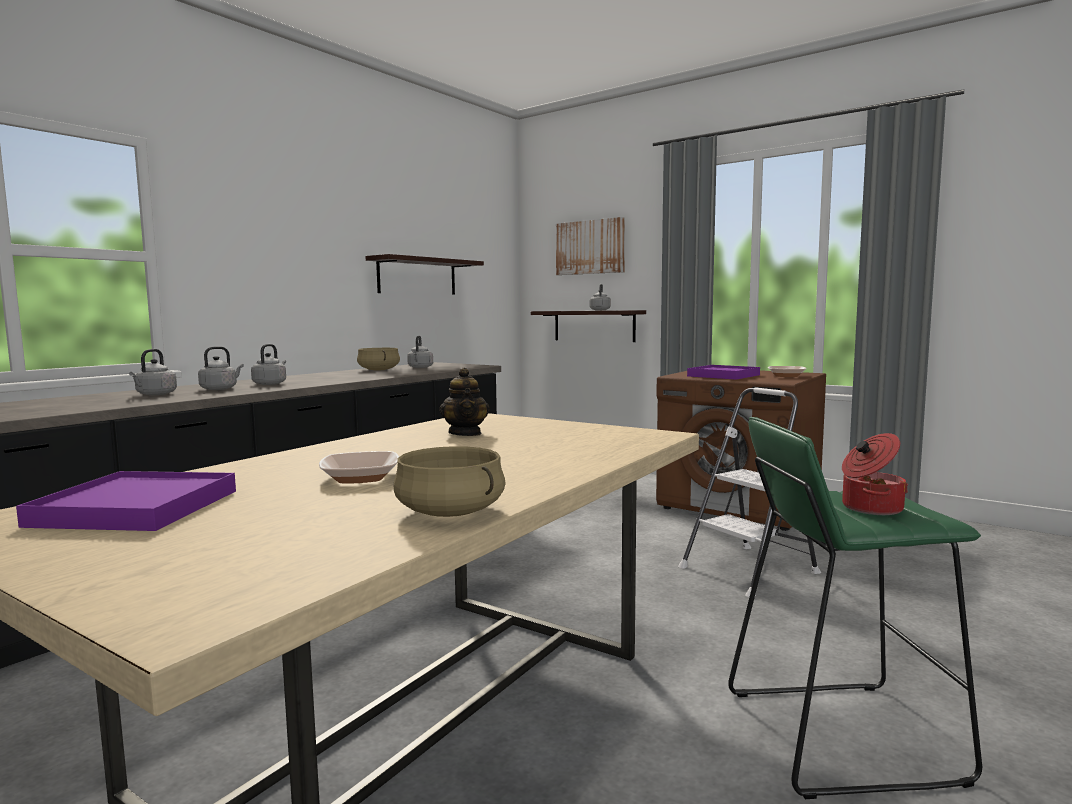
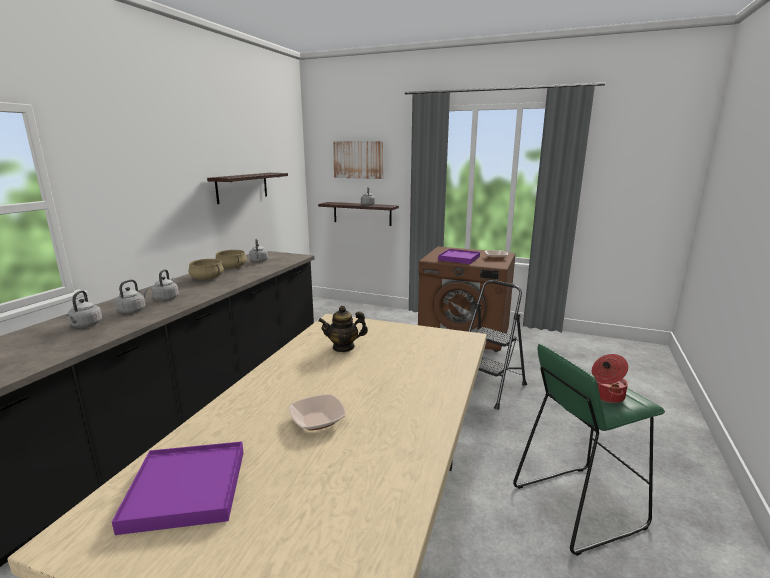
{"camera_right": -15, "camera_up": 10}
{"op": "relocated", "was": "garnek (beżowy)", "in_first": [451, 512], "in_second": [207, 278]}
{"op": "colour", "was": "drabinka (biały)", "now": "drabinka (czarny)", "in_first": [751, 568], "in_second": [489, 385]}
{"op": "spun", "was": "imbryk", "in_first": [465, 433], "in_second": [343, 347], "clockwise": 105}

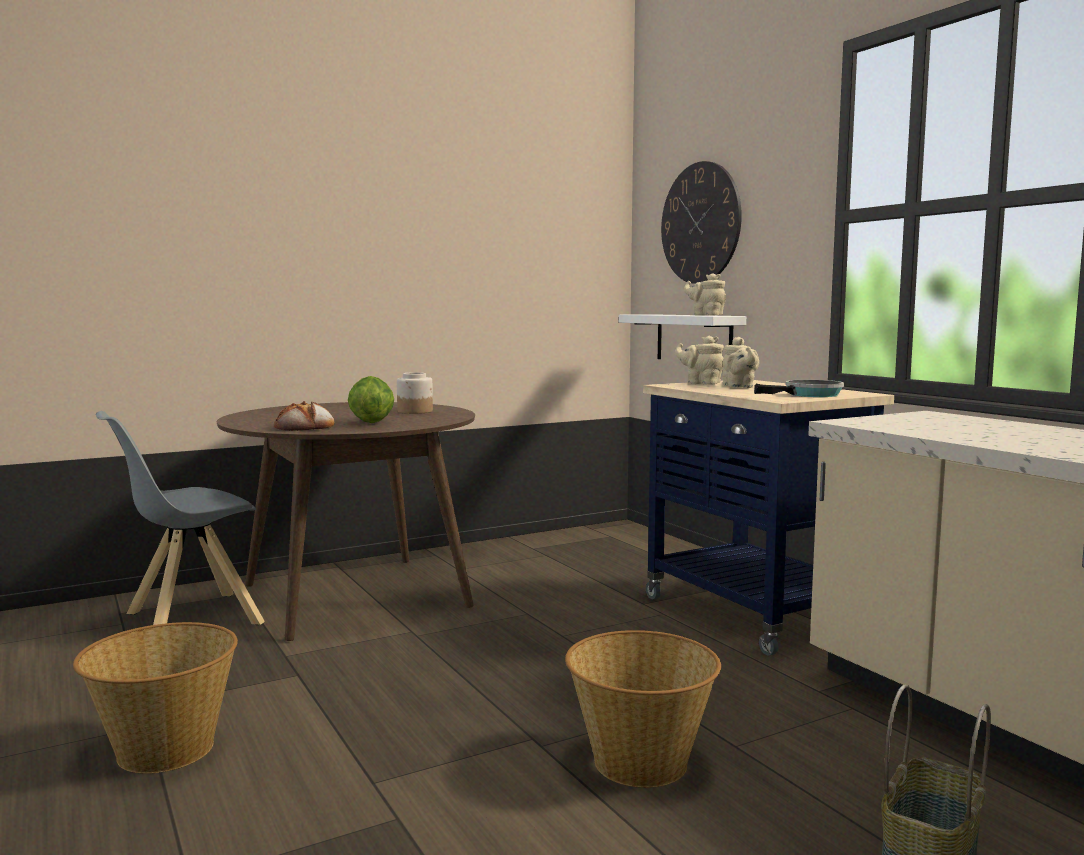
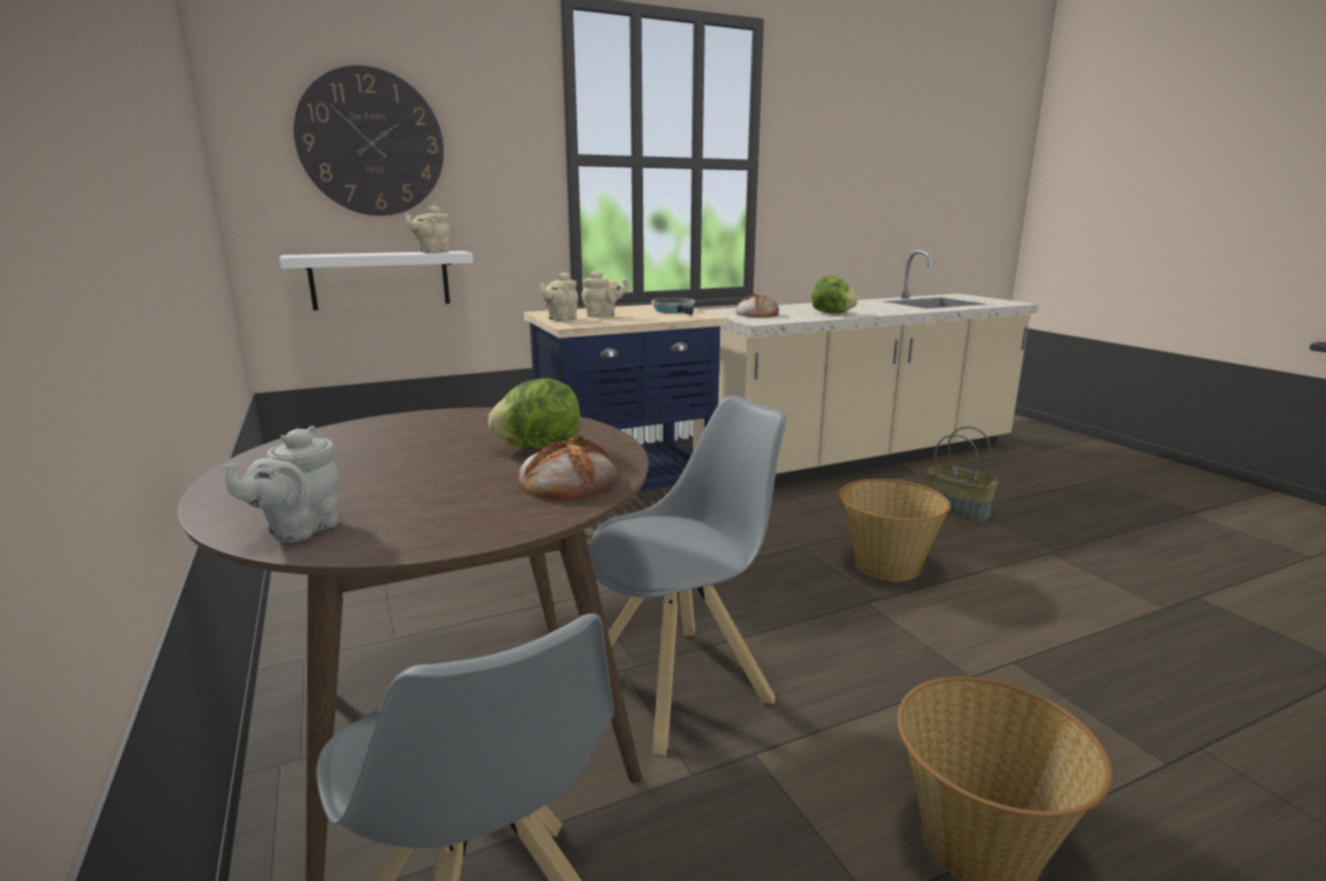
{"camera_right": -85, "camera_up": 10}
{"op": "missing", "was": "słoik", "in_first": [415, 411]}
{"op": "appeared", "now": "imbryk (szary)", "in_second": [299, 530]}
{"op": "appeared", "now": "krzesło (szary)", "in_second": [682, 683]}
{"op": "appeared", "now": "chleb", "in_second": [756, 314]}
{"op": "appeared", "now": "sałata", "in_second": [832, 313]}

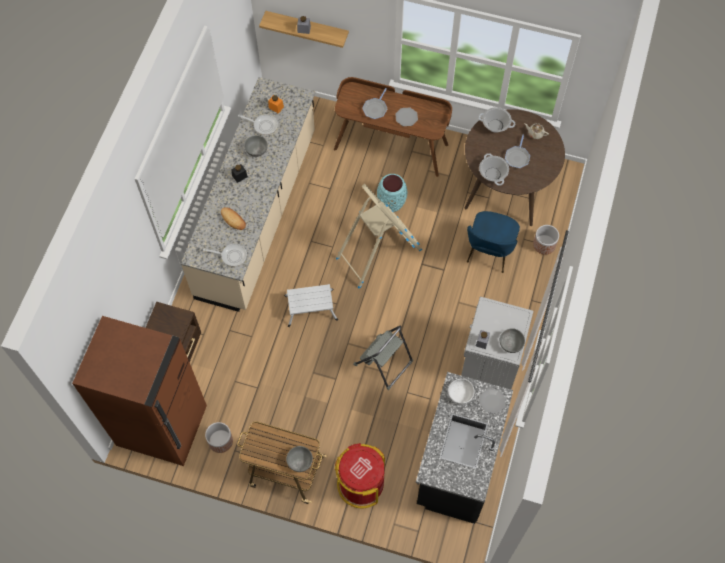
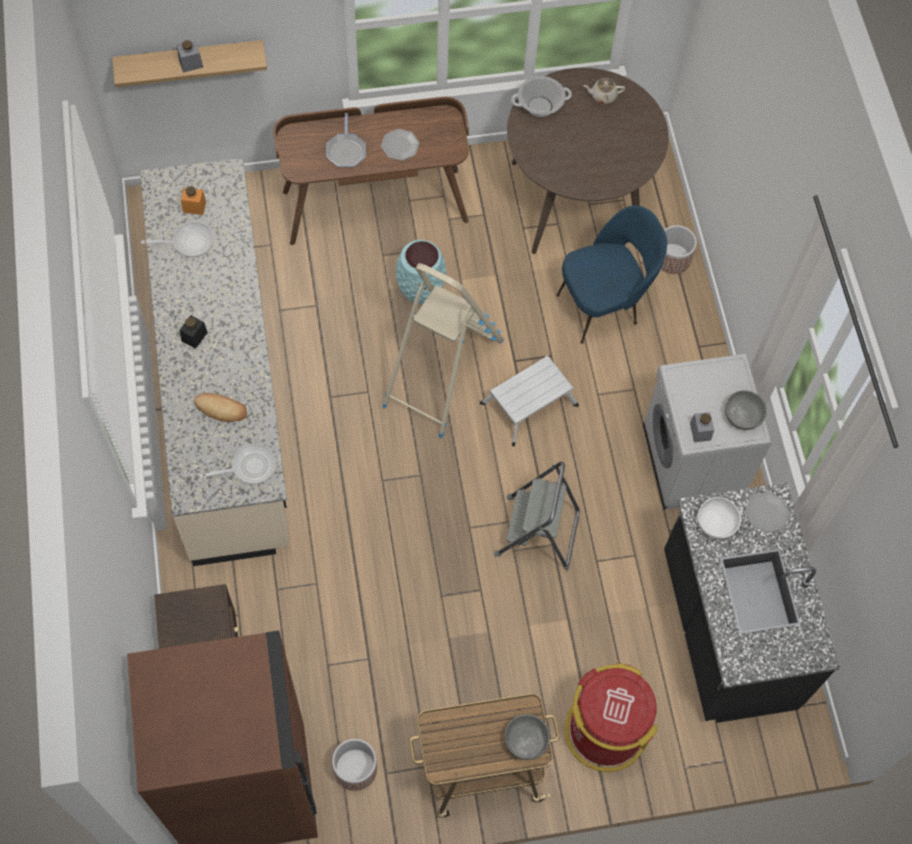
{"camera_right": -30, "camera_up": 0}
{"op": "missing", "was": "miska (szary)", "in_first": [256, 149]}
{"op": "missing", "was": "garnek", "in_first": [493, 174]}
{"op": "missing", "was": "patelnia", "in_first": [517, 157]}
{"op": "relocated", "was": "drabinka (biały)", "in_first": [310, 307], "in_second": [528, 404]}
{"op": "spun", "was": "krzesło (niebieski)", "in_first": [488, 255], "in_second": [603, 307], "clockwise": -105}

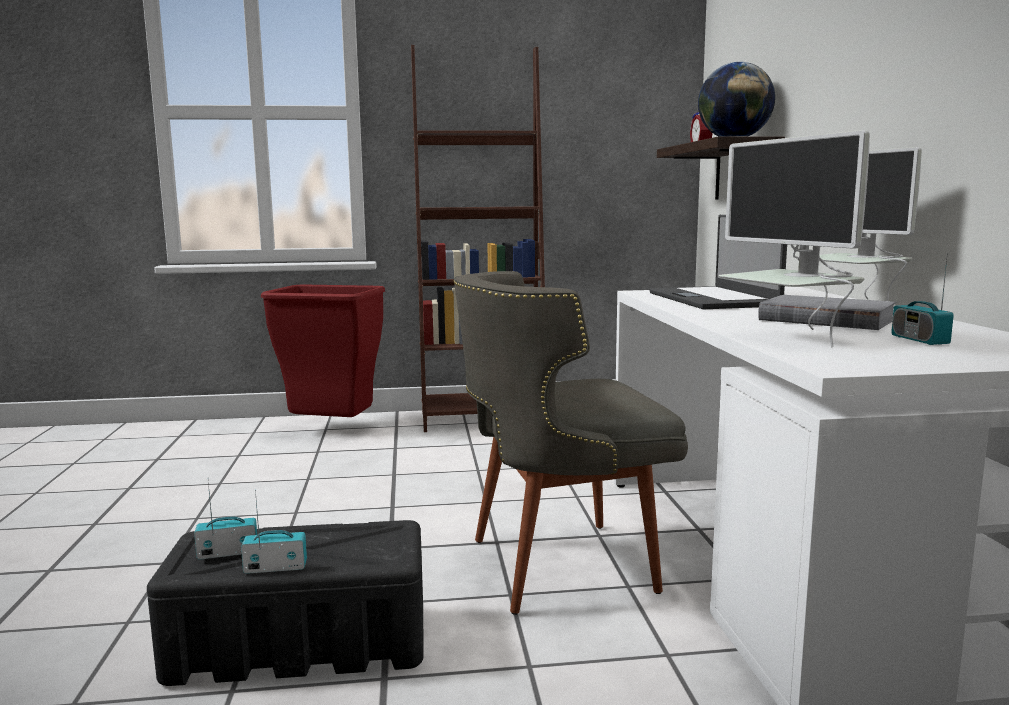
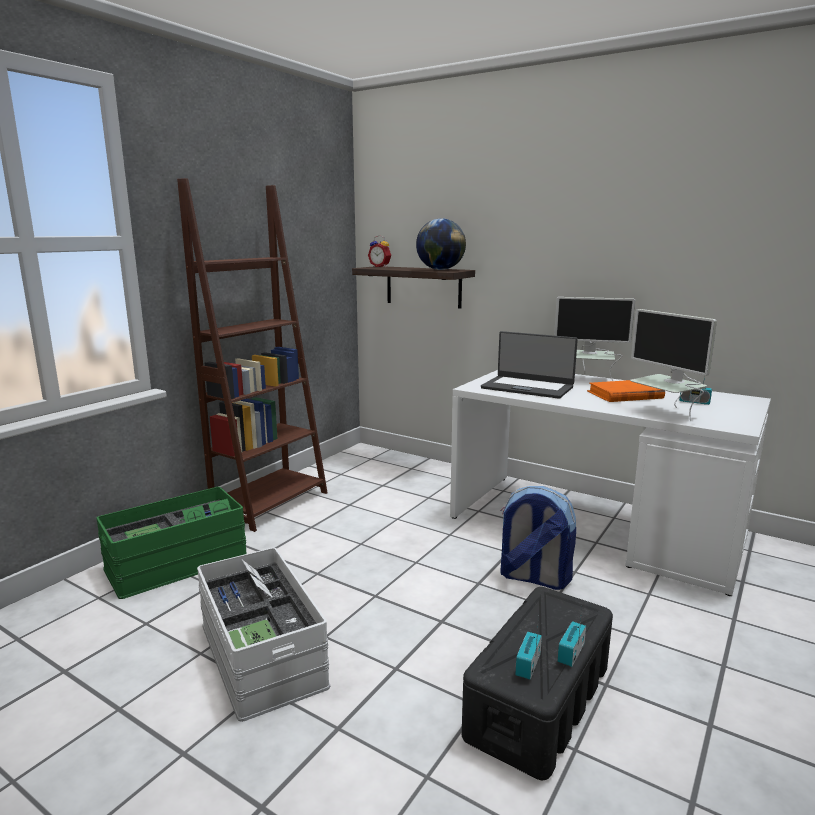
{"camera_right": -50, "camera_up": 5}
{"op": "appeared", "now": "pojemnik do przechowywania (biały)", "in_second": [260, 654]}
{"op": "exchanged", "was": "kosz na śmieci (czerwony)", "now": "pojemnik do przechowywania (zielony)", "in_first": [334, 431], "in_second": [177, 562]}
{"op": "exchanged", "was": "krzesło (szary)", "now": "plecak", "in_first": [563, 566], "in_second": [533, 577]}
{"op": "colour", "was": "książka (szary)", "now": "książka (pomarańczowy)", "in_first": [825, 320], "in_second": [624, 395]}
{"op": "spun", "was": "monitor", "in_first": [788, 338], "in_second": [665, 413], "clockwise": 45}

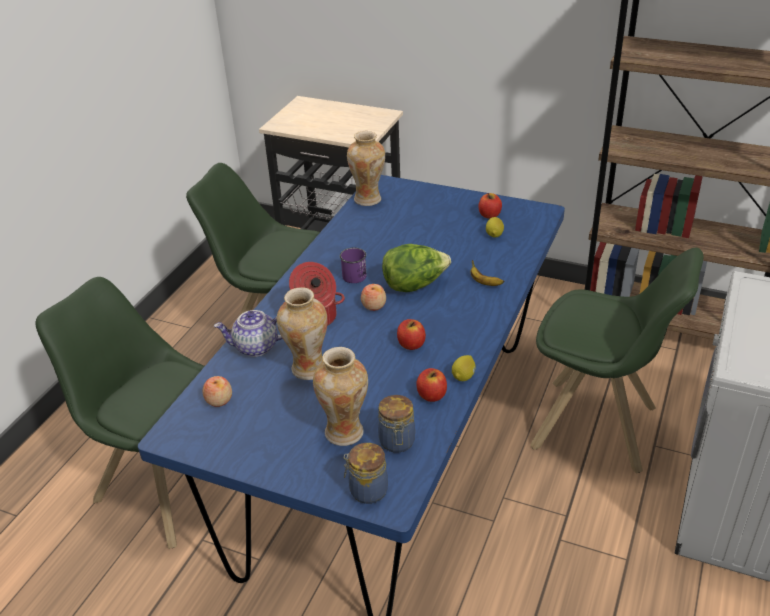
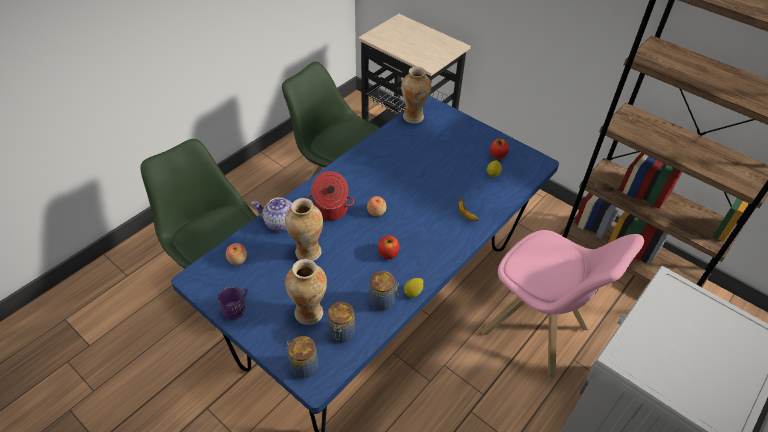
{"camera_right": 15, "camera_up": 10}
{"op": "missing", "was": "sałata", "in_first": [414, 285]}
{"op": "relocated", "was": "kubek (fioletowy)", "in_first": [356, 274], "in_second": [237, 308]}
{"op": "exchanged", "was": "jabłko", "now": "słoik", "in_first": [431, 395], "in_second": [383, 301]}
{"op": "colour", "was": "krzesło (zielony)", "now": "krzesło (różowy)", "in_first": [595, 426], "in_second": [536, 330]}

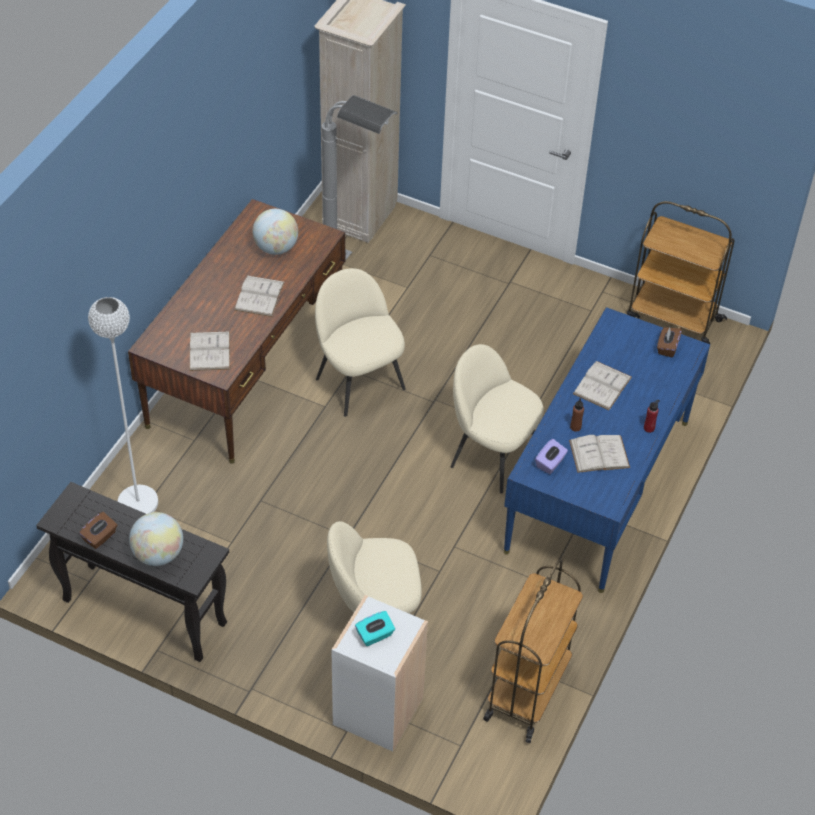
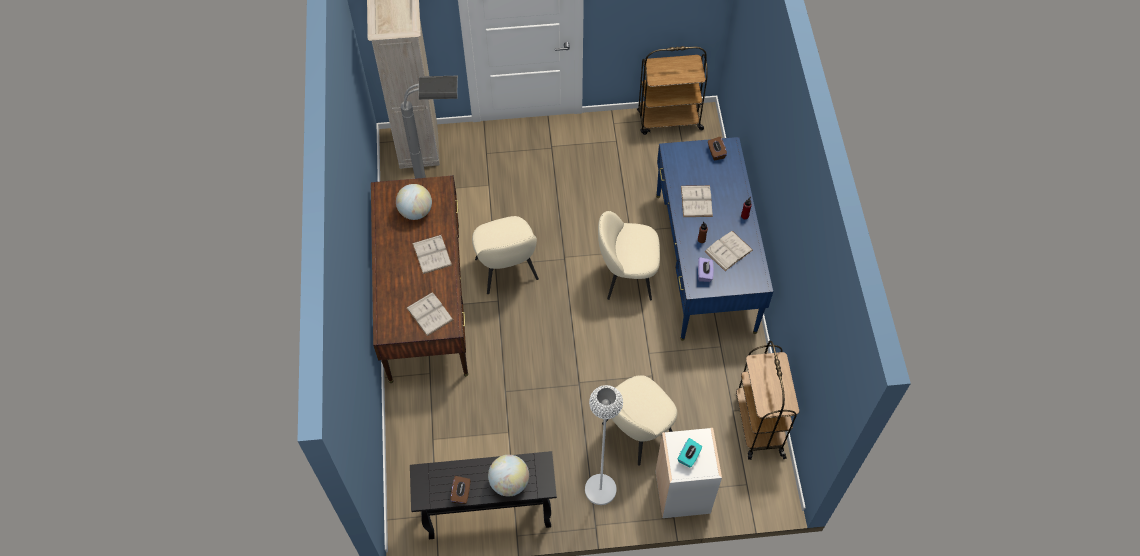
{"camera_right": -30, "camera_up": 10}
{"op": "relocated", "was": "lampa stojąca (biały)", "in_first": [138, 503], "in_second": [600, 490]}
{"op": "spun", "was": "krzesło (beżowy)", "in_first": [359, 382], "in_second": [507, 271], "clockwise": -135}

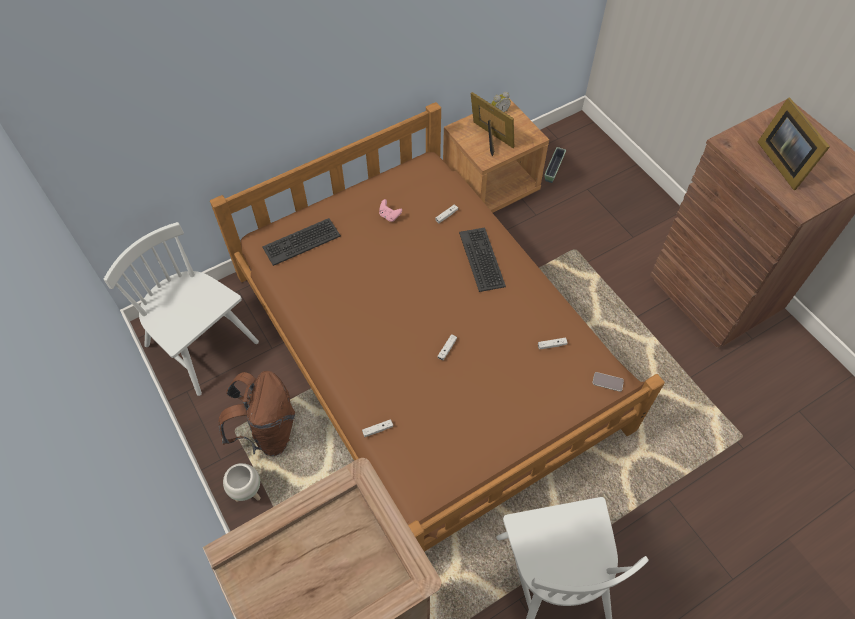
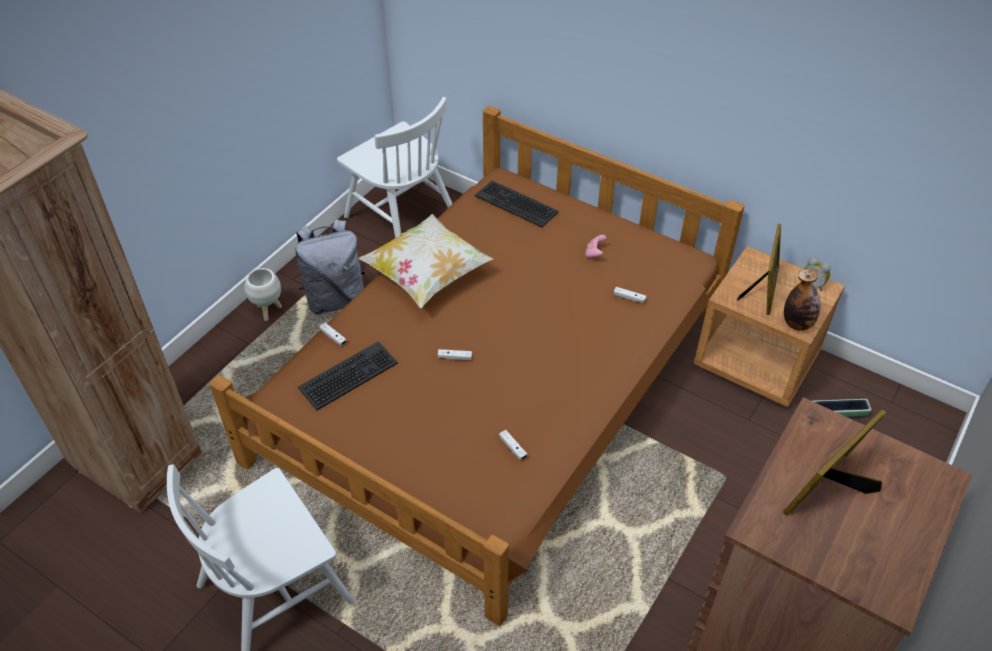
{"camera_right": 65, "camera_up": -10}
{"op": "missing", "was": "telefon", "in_first": [607, 382]}
{"op": "appeared", "now": "poduszka", "in_second": [427, 276]}
{"op": "appeared", "now": "butelka", "in_second": [797, 323]}
{"op": "relocated", "was": "klawiatura", "in_first": [482, 259], "in_second": [349, 376]}
{"op": "colour", "was": "plecak (brązowy)", "now": "plecak (szary)", "in_first": [268, 432], "in_second": [335, 299]}
{"op": "spun", "was": "krzesło (biały)", "in_first": [202, 344], "in_second": [401, 218], "clockwise": 120}

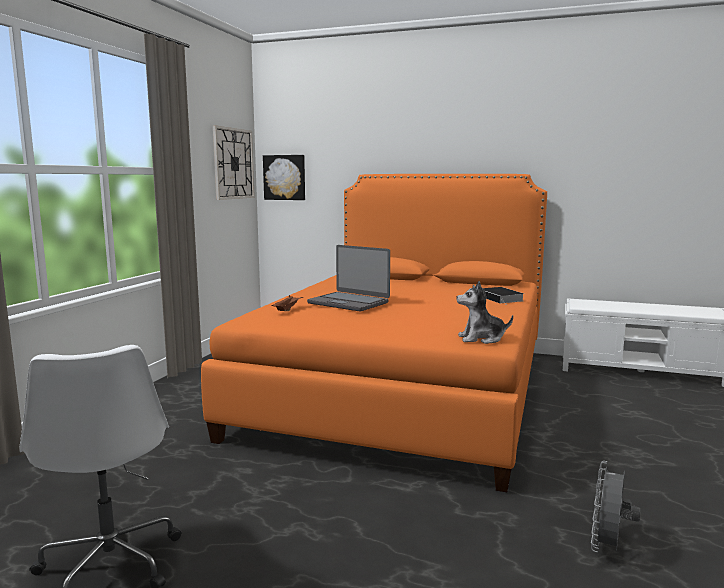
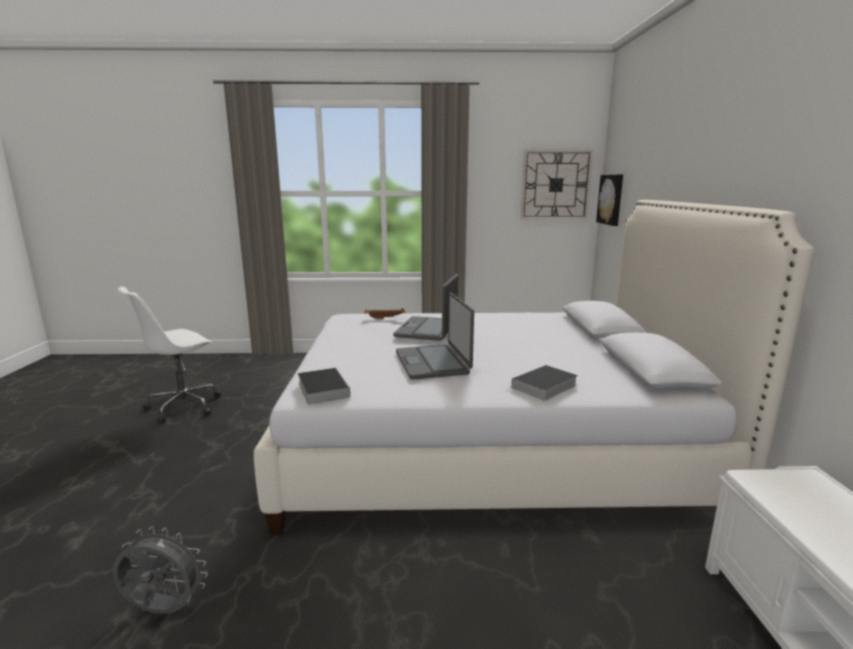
{"camera_right": 70, "camera_up": 5}
{"op": "appeared", "now": "laptop", "in_second": [433, 363]}
{"op": "exchanged", "was": "pluszak", "now": "książka", "in_first": [481, 339], "in_second": [322, 389]}
{"op": "colour", "was": "łóżko (pomarańczowy)", "now": "łóżko (biały)", "in_first": [402, 390], "in_second": [487, 443]}

